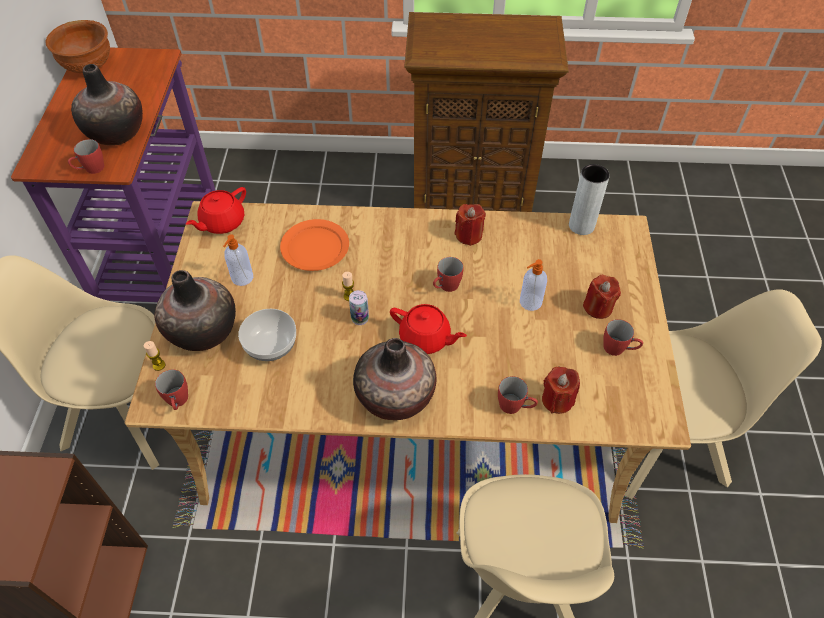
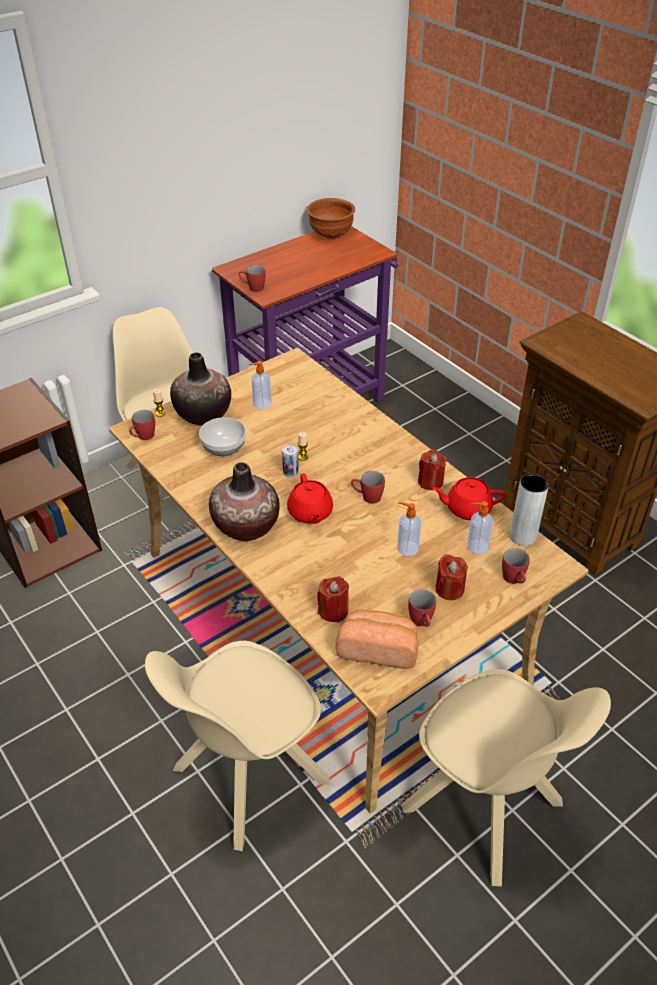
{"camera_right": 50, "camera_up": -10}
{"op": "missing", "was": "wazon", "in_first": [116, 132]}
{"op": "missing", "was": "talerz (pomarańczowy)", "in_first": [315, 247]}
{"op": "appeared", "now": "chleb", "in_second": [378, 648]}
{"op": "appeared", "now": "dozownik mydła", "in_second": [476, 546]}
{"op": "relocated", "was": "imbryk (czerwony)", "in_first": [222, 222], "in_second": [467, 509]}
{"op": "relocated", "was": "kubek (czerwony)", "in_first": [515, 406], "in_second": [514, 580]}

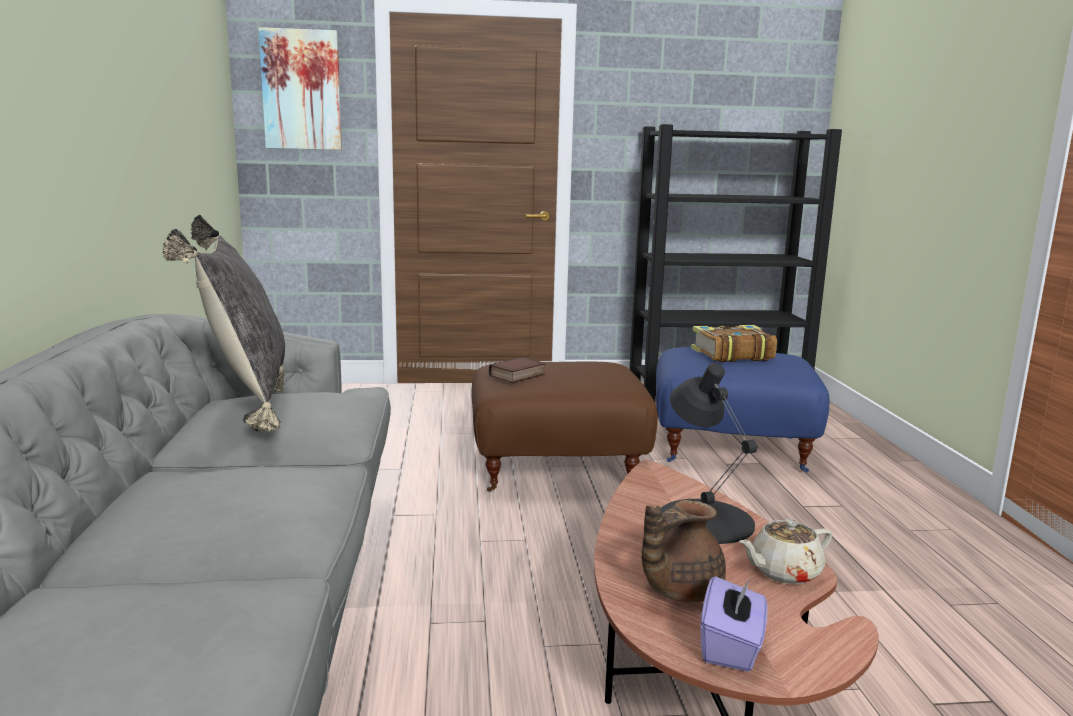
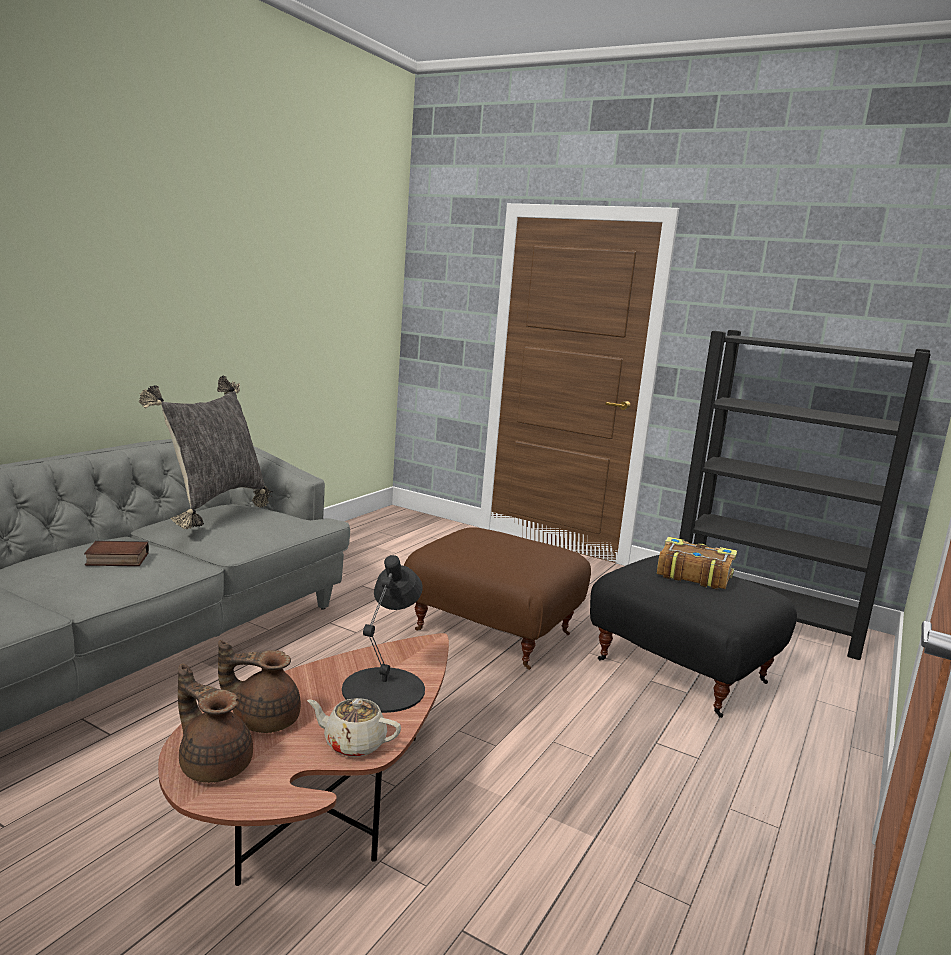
{"camera_right": 35, "camera_up": 0}
{"op": "missing", "was": "obraz", "in_first": [301, 90]}
{"op": "relocated", "was": "książka", "in_first": [518, 375], "in_second": [116, 560]}
{"op": "exchanged", "was": "pudełko chusteczek (fioletowy)", "now": "imbryk (brązowy)", "in_first": [731, 647], "in_second": [214, 764]}
{"op": "colour", "was": "pufa (niebieski)", "now": "pufa (czarny)", "in_first": [732, 448], "in_second": [683, 670]}

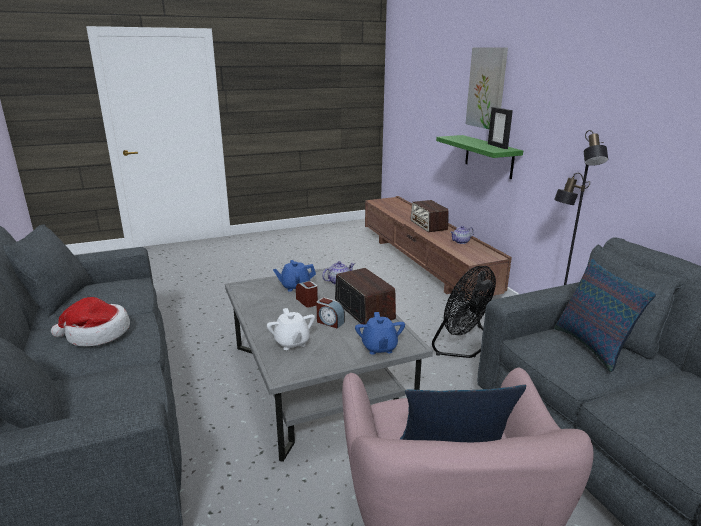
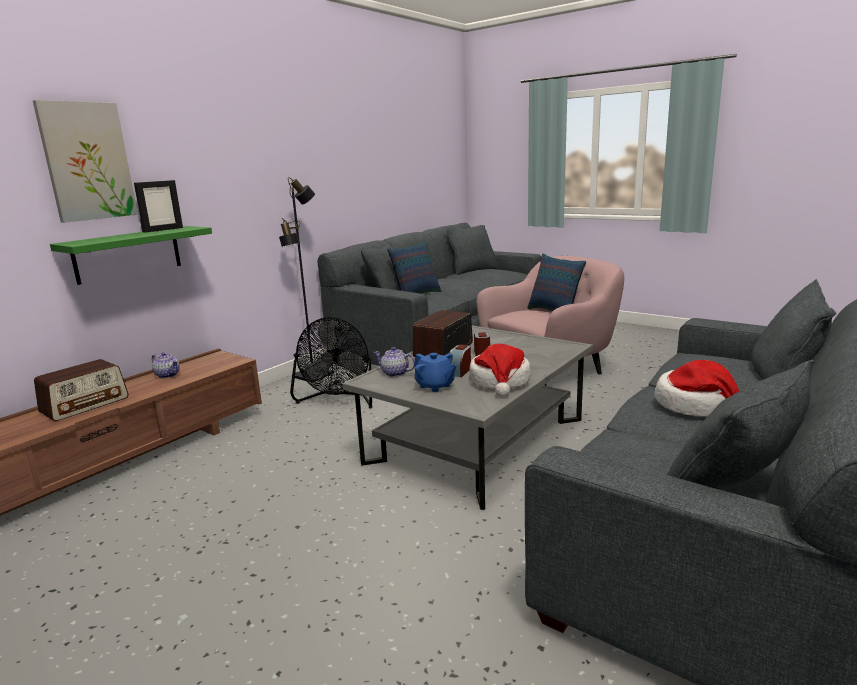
{"camera_right": -120, "camera_up": -5}
{"op": "missing", "was": "imbryk (biały)", "in_first": [292, 342]}
{"op": "missing", "was": "imbryk (niebieski)", "in_first": [379, 347]}
{"op": "appeared", "now": "kapelusz", "in_second": [500, 381]}

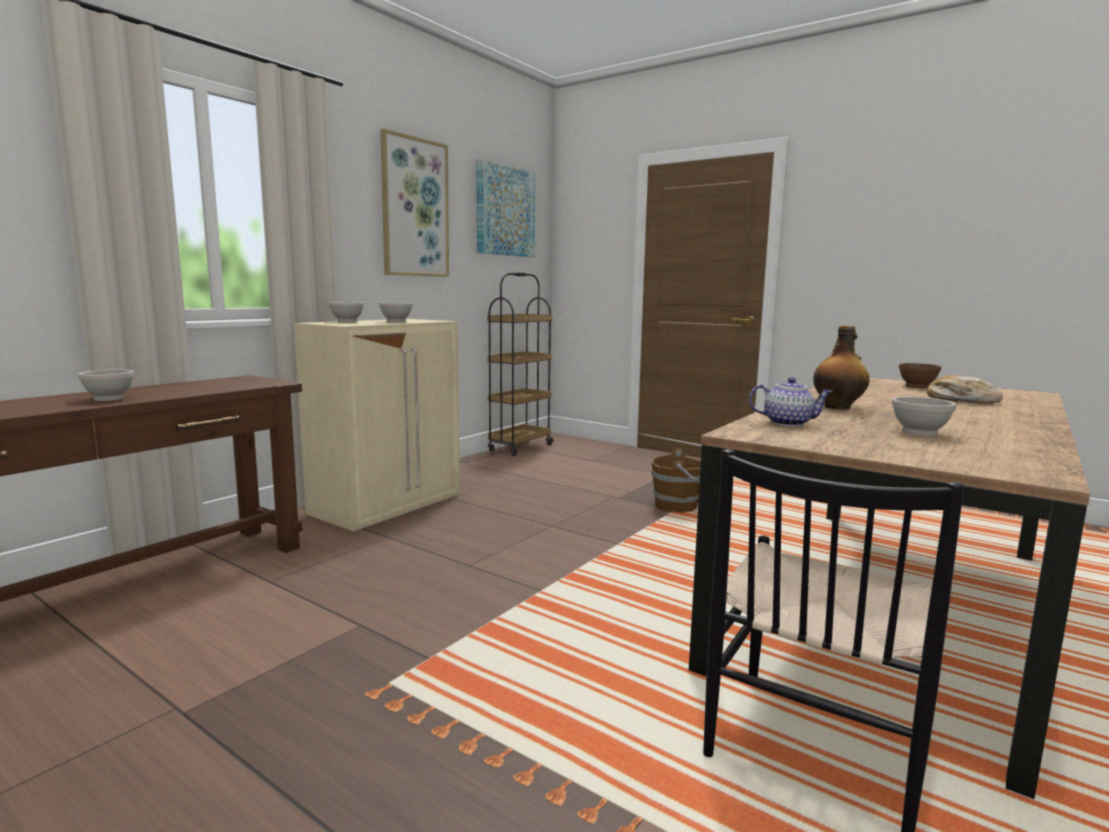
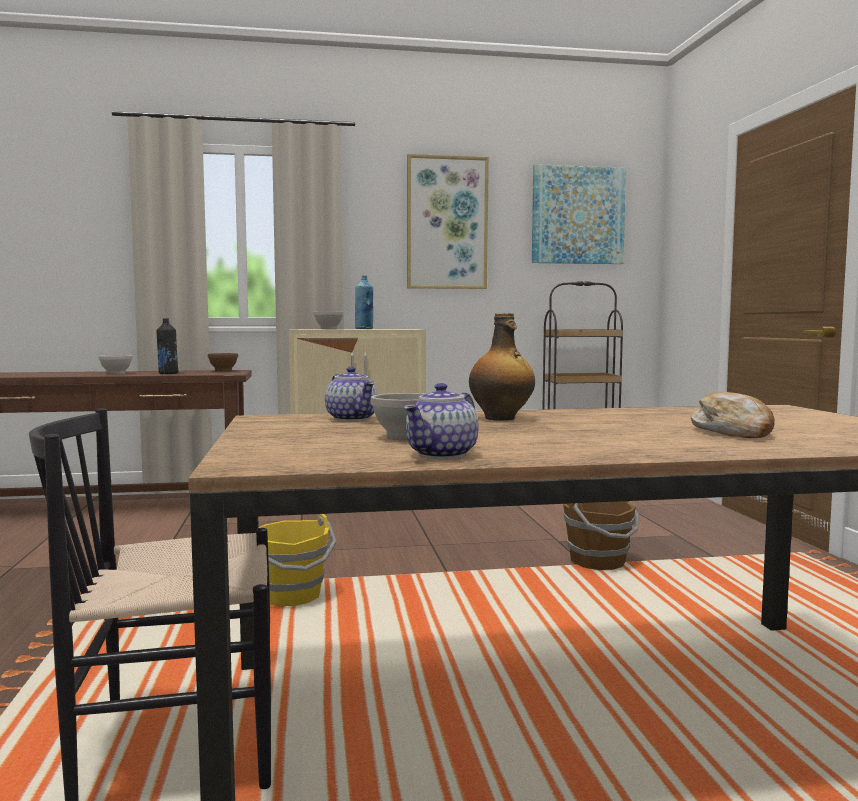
{"camera_right": 45, "camera_up": -5}
{"op": "appeared", "now": "butelka (czarny)", "in_second": [168, 374]}
{"op": "appeared", "now": "wiadro (żółty)", "in_second": [291, 596]}
{"op": "appeared", "now": "imbryk", "in_second": [443, 455]}
{"op": "relocated", "was": "miska (brązowy)", "in_first": [916, 386], "in_second": [223, 371]}
{"op": "exchanged", "was": "miska (biały)", "now": "butelka (niebieski)", "in_first": [397, 322], "in_second": [364, 329]}

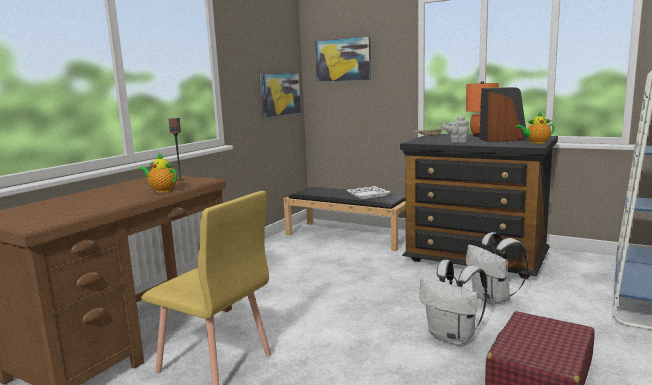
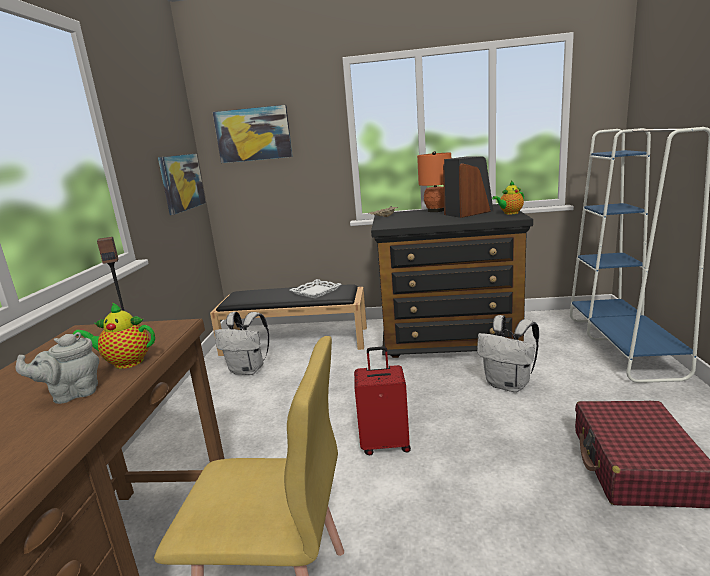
{"camera_right": -25, "camera_up": 5}
{"op": "appeared", "now": "walizka (czerwony)", "in_second": [385, 443]}
{"op": "relocated", "was": "plecak (biały)", "in_first": [453, 337], "in_second": [248, 370]}
{"op": "relocated", "was": "imbryk (szary)", "in_first": [456, 142], "in_second": [72, 394]}

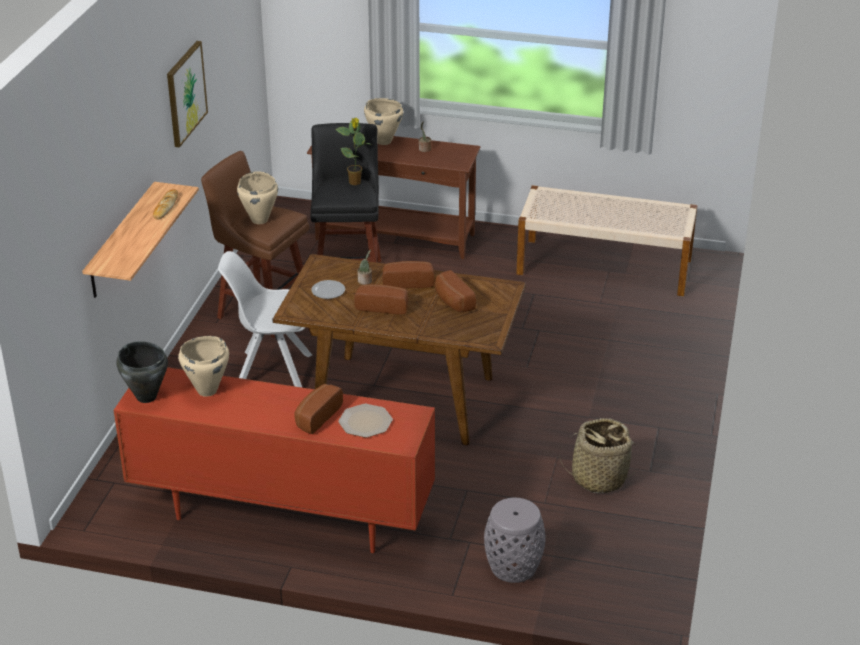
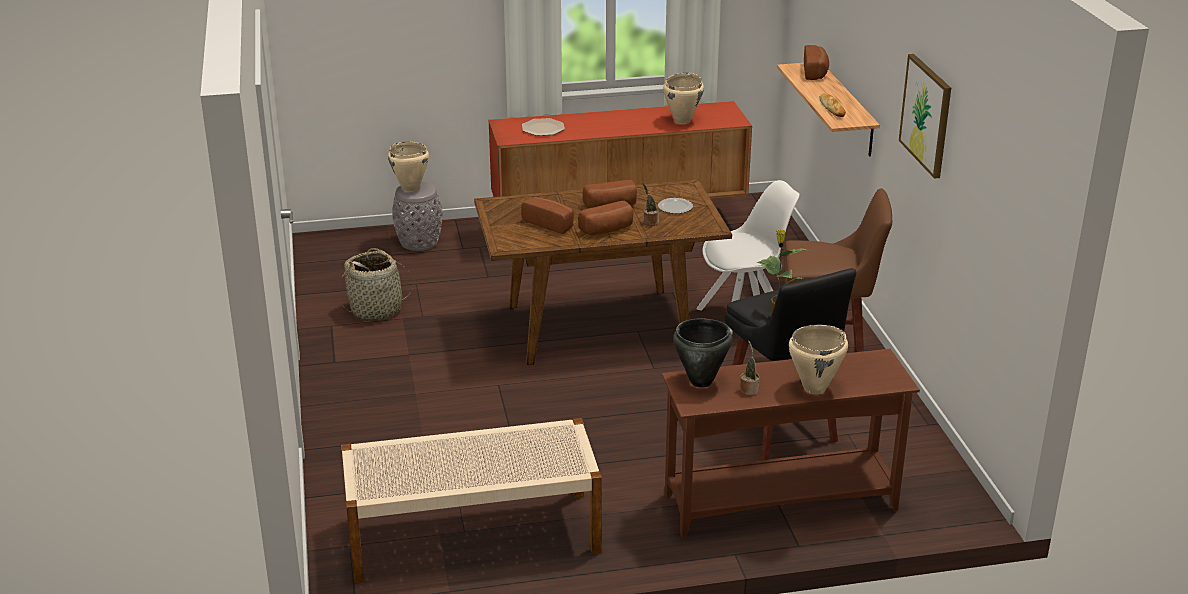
{"camera_right": 155, "camera_up": -5}
{"op": "relocated", "was": "garnek (czarny)", "in_first": [146, 396], "in_second": [701, 381]}
{"op": "relocated", "was": "garnek (beżowy)", "in_first": [260, 220], "in_second": [410, 188]}
{"op": "relocated", "was": "chleb", "in_first": [316, 416], "in_second": [816, 72]}

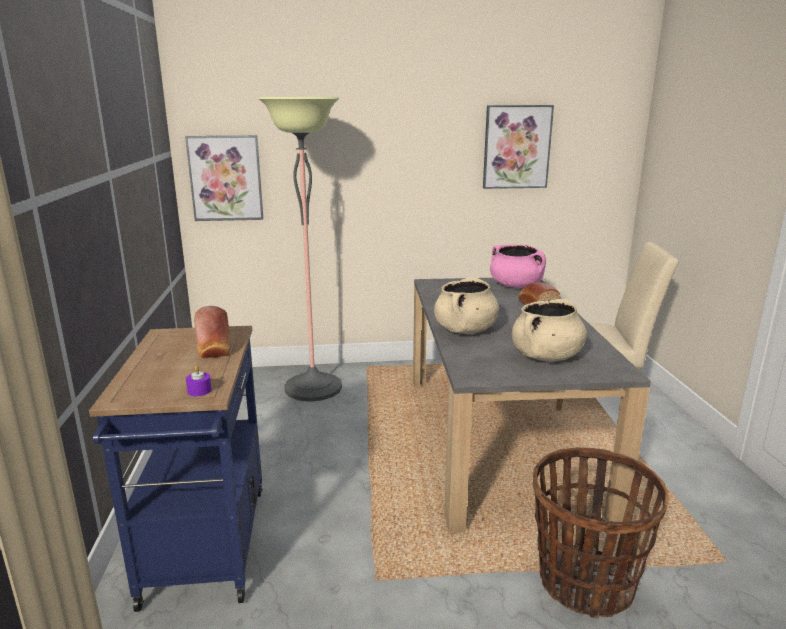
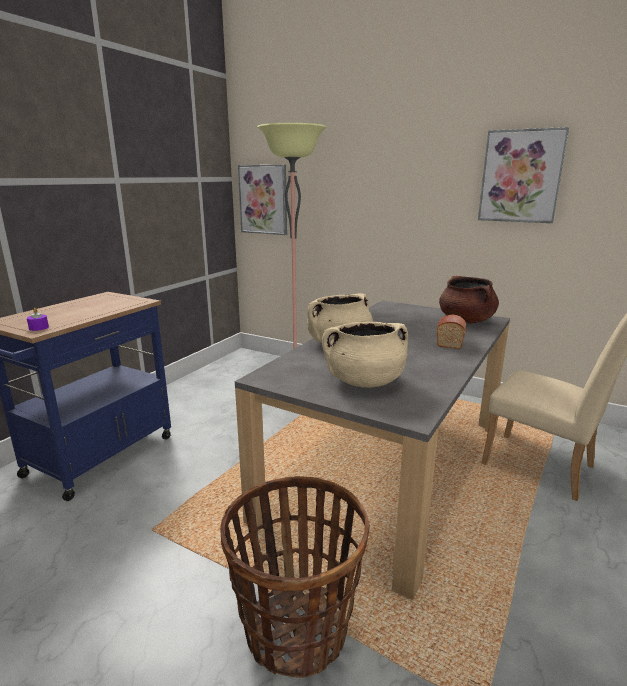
{"camera_right": 35, "camera_up": 0}
{"op": "missing", "was": "chleb", "in_first": [213, 347]}
{"op": "colour", "was": "garnek (różowy)", "now": "garnek (brązowy)", "in_first": [516, 286], "in_second": [466, 321]}

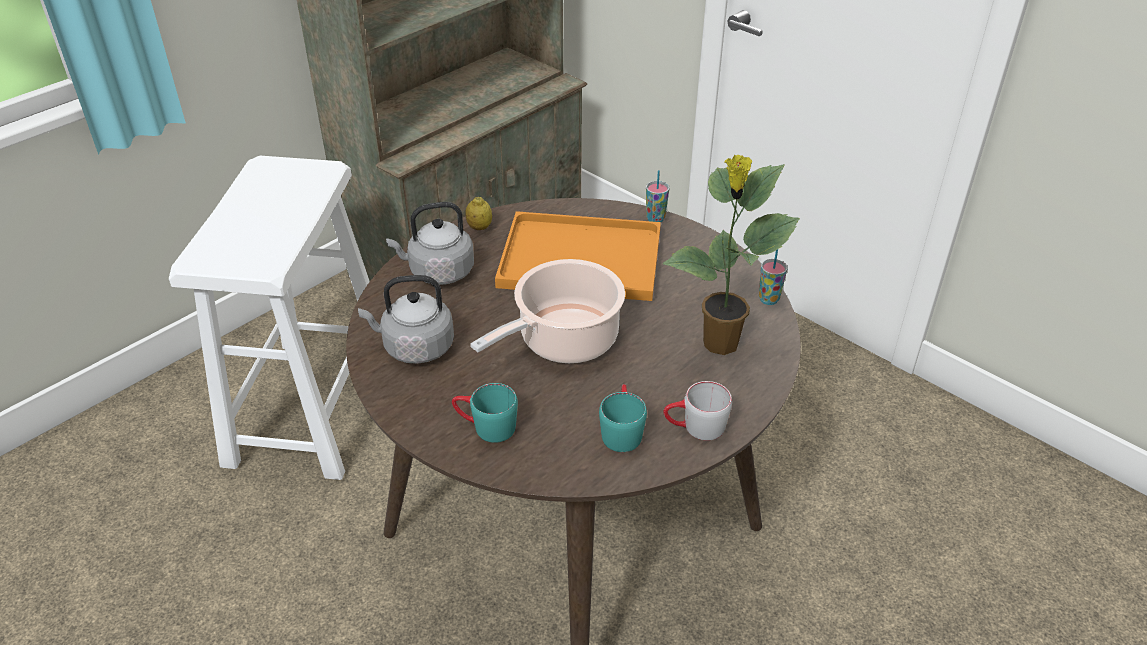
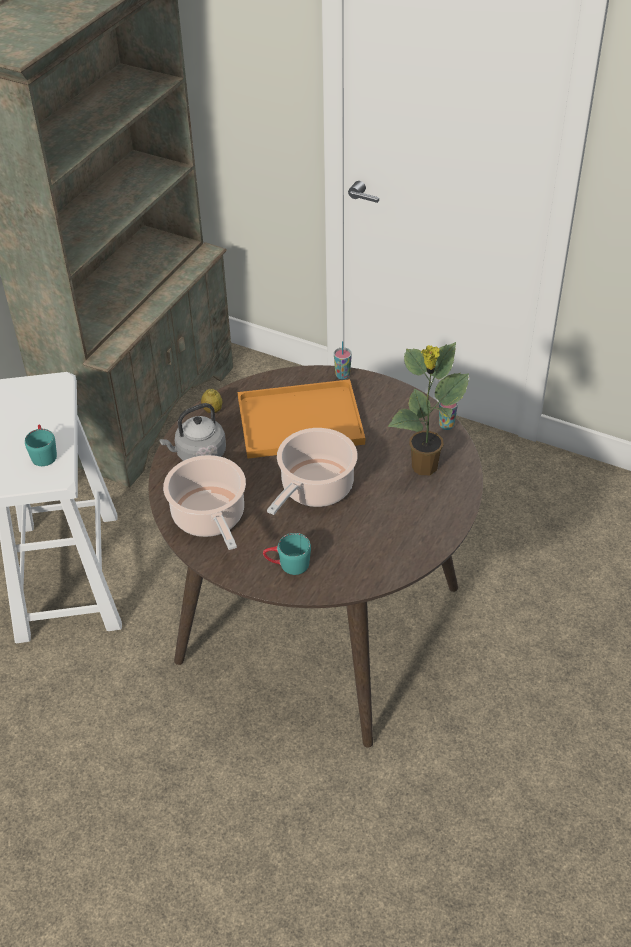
{"camera_right": -15, "camera_up": 5}
{"op": "missing", "was": "kubek (szary)", "in_first": [695, 428]}
{"op": "relocated", "was": "kubek (turkusowy)", "in_first": [621, 430], "in_second": [43, 453]}
{"op": "exchanged", "was": "czajnik (szary)", "now": "garnek", "in_first": [415, 347], "in_second": [210, 518]}

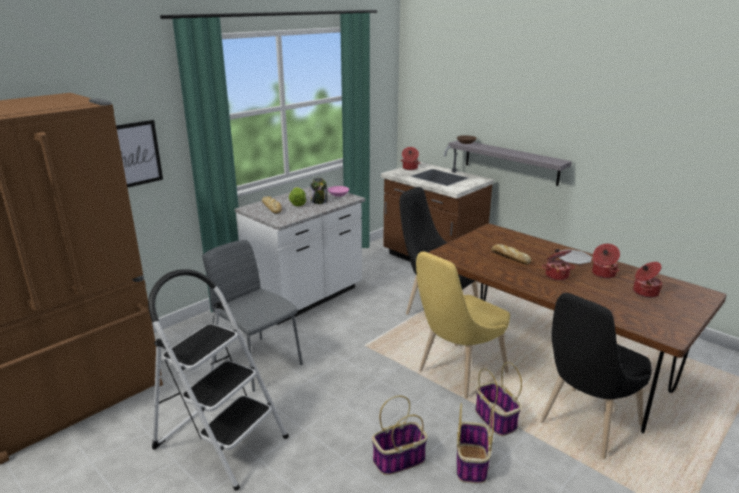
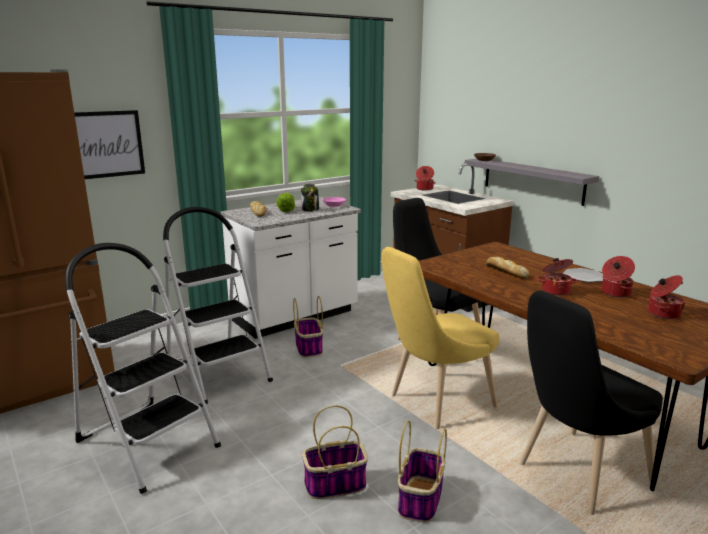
{"camera_right": 10, "camera_up": -5}
{"op": "relocated", "was": "koszyk", "in_first": [496, 419], "in_second": [309, 348]}
{"op": "exchanged", "was": "krzesło (szary)", "now": "drabinka", "in_first": [255, 362], "in_second": [218, 370]}

